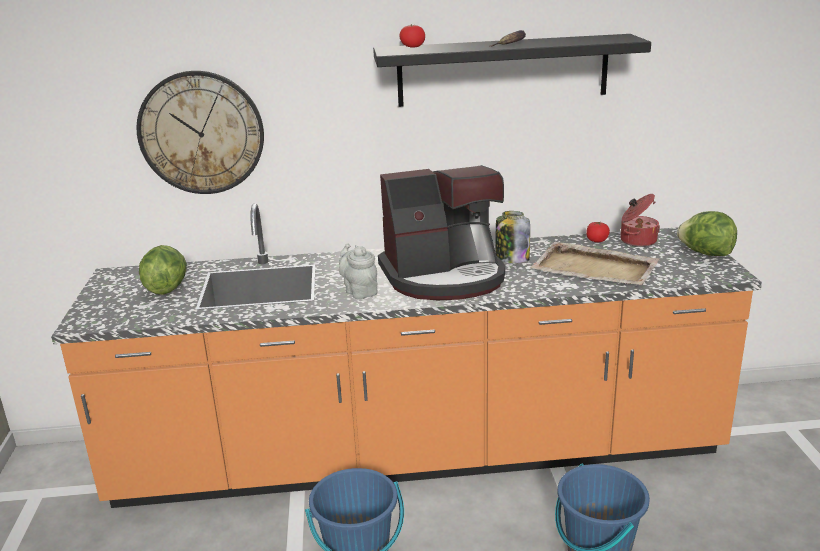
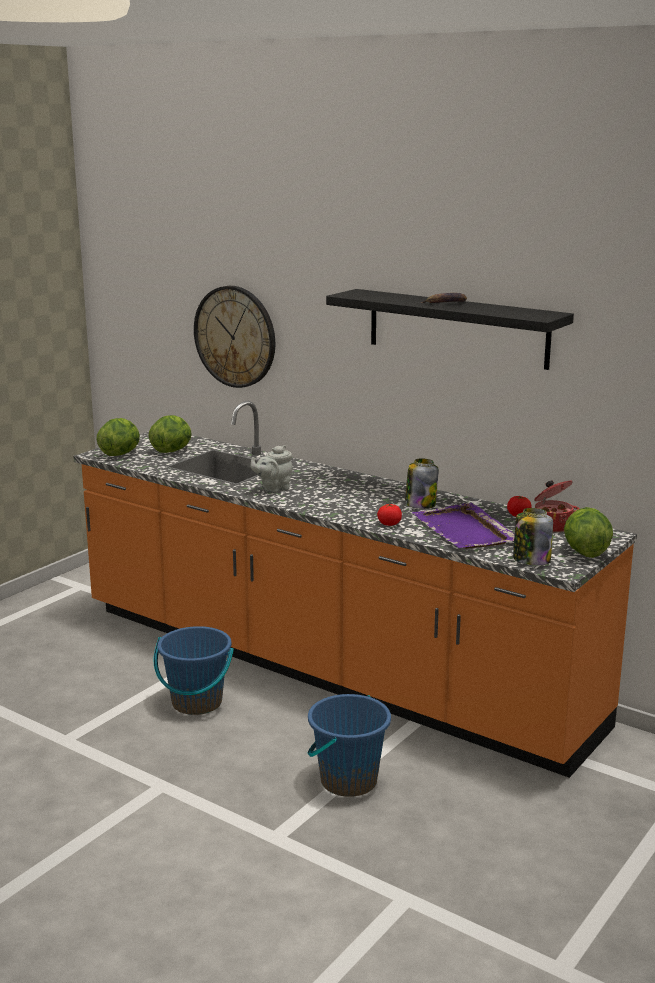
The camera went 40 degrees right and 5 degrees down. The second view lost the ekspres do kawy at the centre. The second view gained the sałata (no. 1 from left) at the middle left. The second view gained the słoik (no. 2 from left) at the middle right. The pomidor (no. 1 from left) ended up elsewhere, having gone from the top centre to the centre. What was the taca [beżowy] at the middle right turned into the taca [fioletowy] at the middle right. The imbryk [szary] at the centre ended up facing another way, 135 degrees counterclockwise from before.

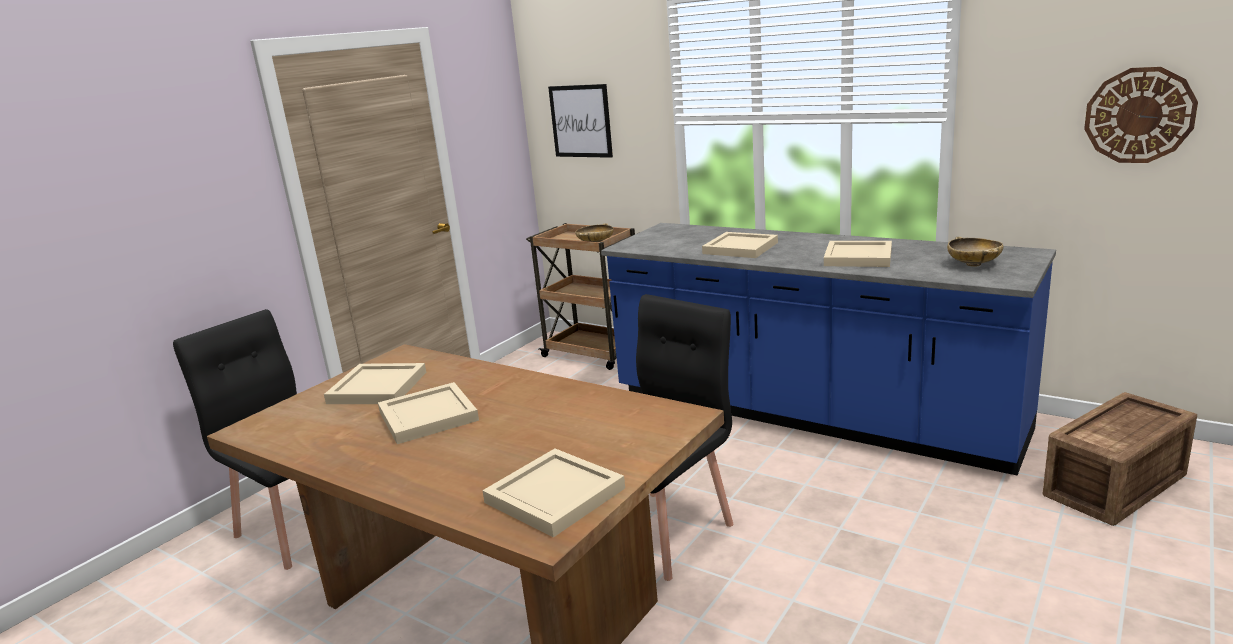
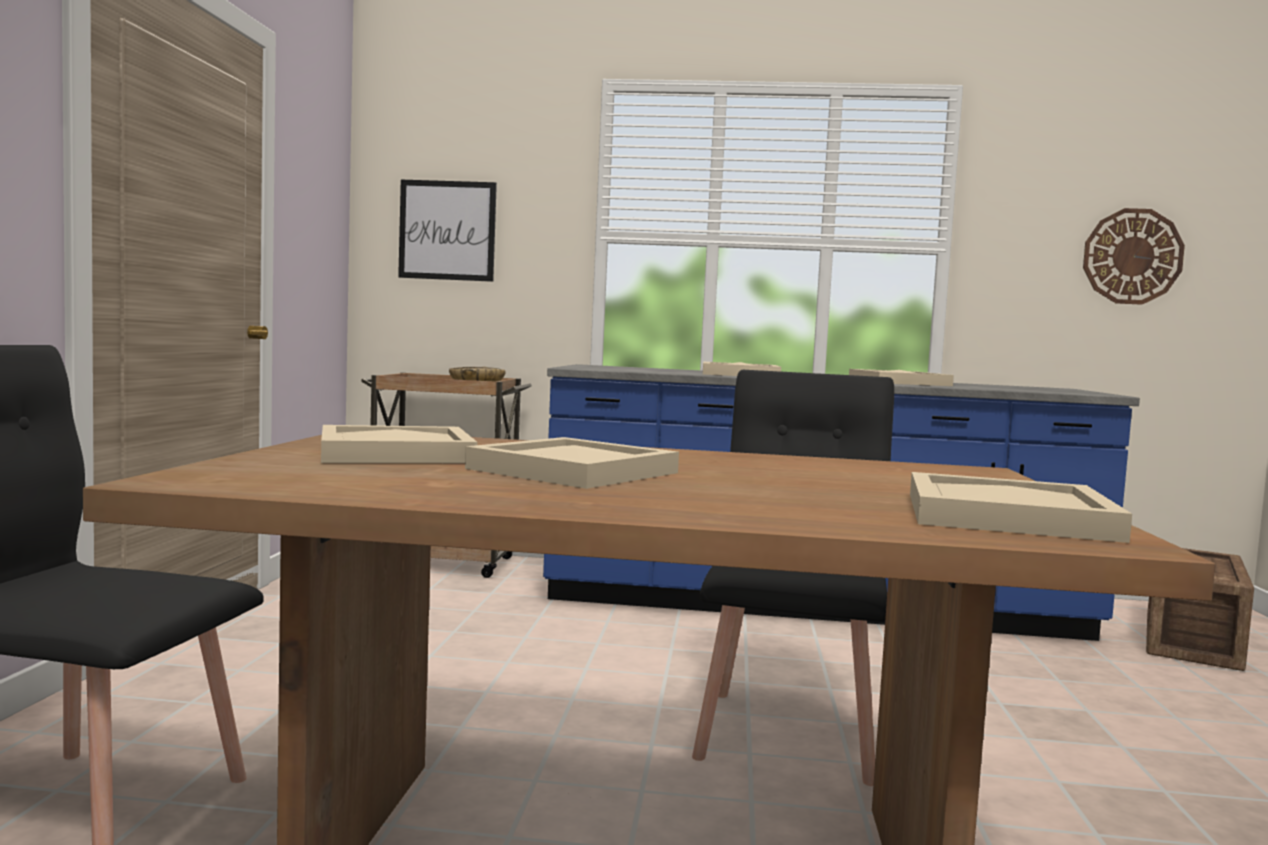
The camera went 30 degrees left and 15 degrees down. The second view lost the miska [beżowy] (no. 2 from left) at the middle right.

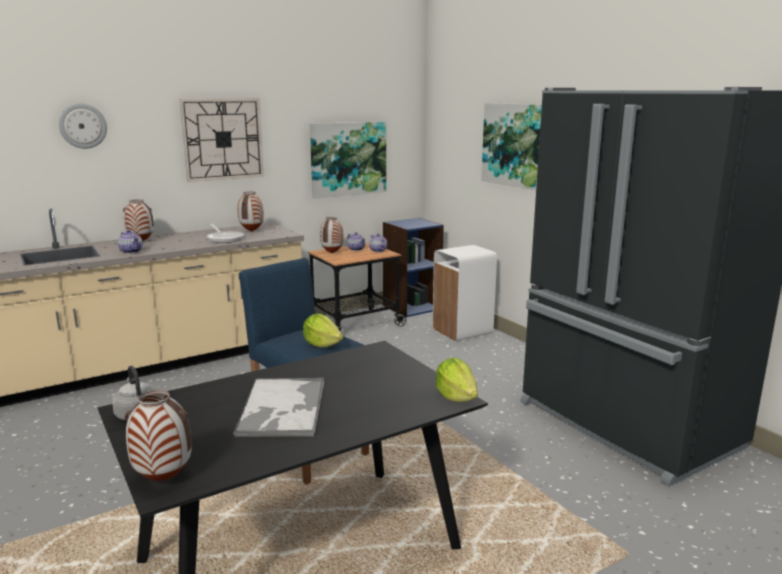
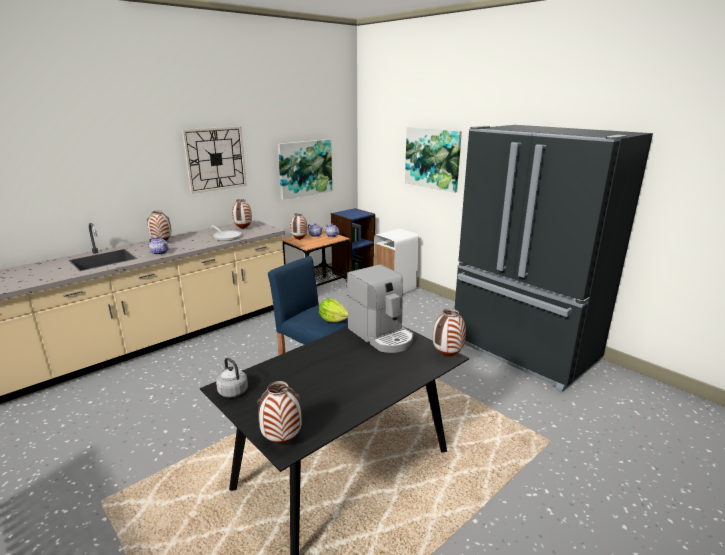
The camera went 10 degrees left and 5 degrees up. The second view lost the zegar ścienny (no. 1 from left) at the top left. The second view lost the taca at the bottom centre. The second view gained the ekspres do kawy at the centre. Where the sałata (no. 2 from left) stood at the centre, the wazon (no. 5 from left) came to stand at the centre.

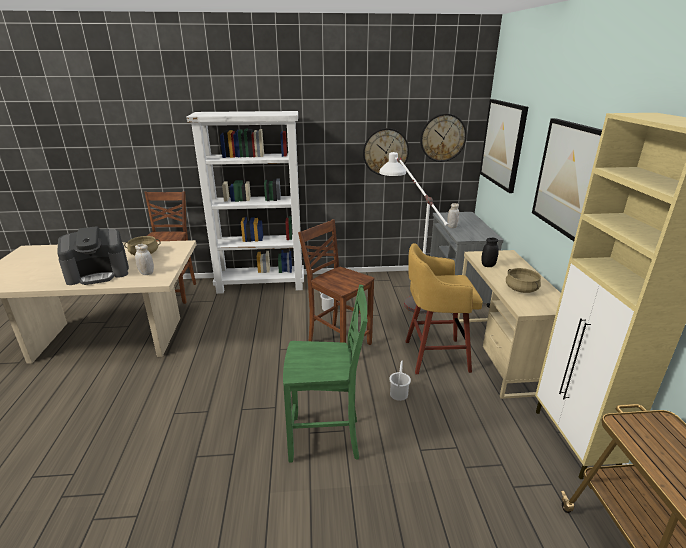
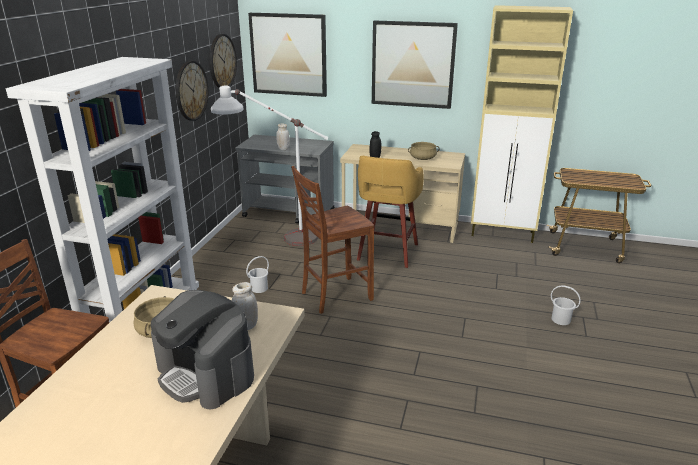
The camera went 70 degrees left and 0 degrees up. The second view lost the krzesło [zielony] at the bottom centre. The wiadro [biały] (no. 2 from left) ended up elsewhere, having gone from the bottom centre to the middle right. The ekspres do kawy at the middle left ended up facing another way, 135 degrees clockwise from before.

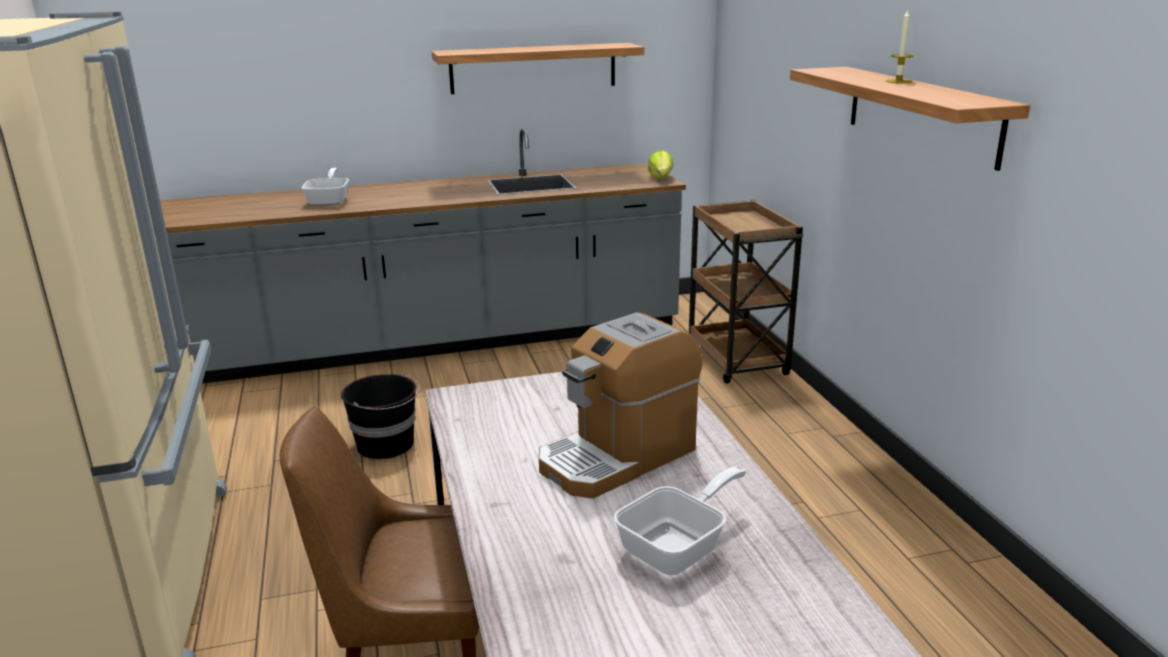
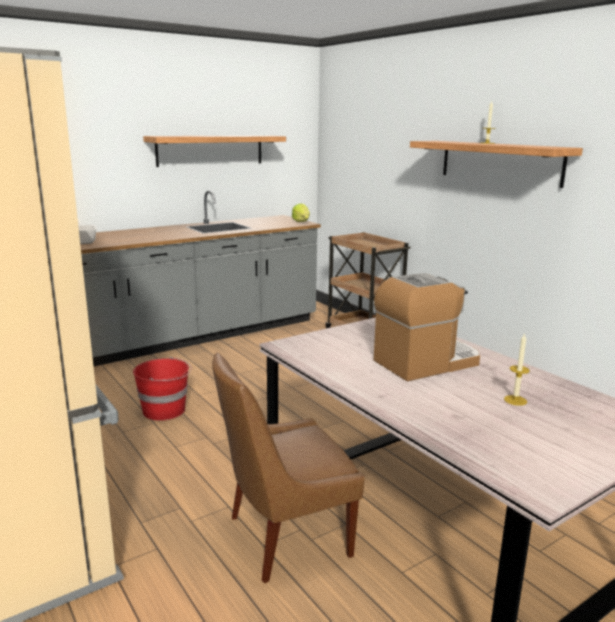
The camera went 20 degrees left and 5 degrees down. Where the patelnia (no. 2 from left) stood at the bottom centre, the świeca (no. 2 from left) came to stand at the middle right. What was the wiadro [czarny] at the middle left turned into the wiadro [czerwony] at the middle left. The ekspres do kawy at the centre ended up facing another way, 150 degrees counterclockwise from before.

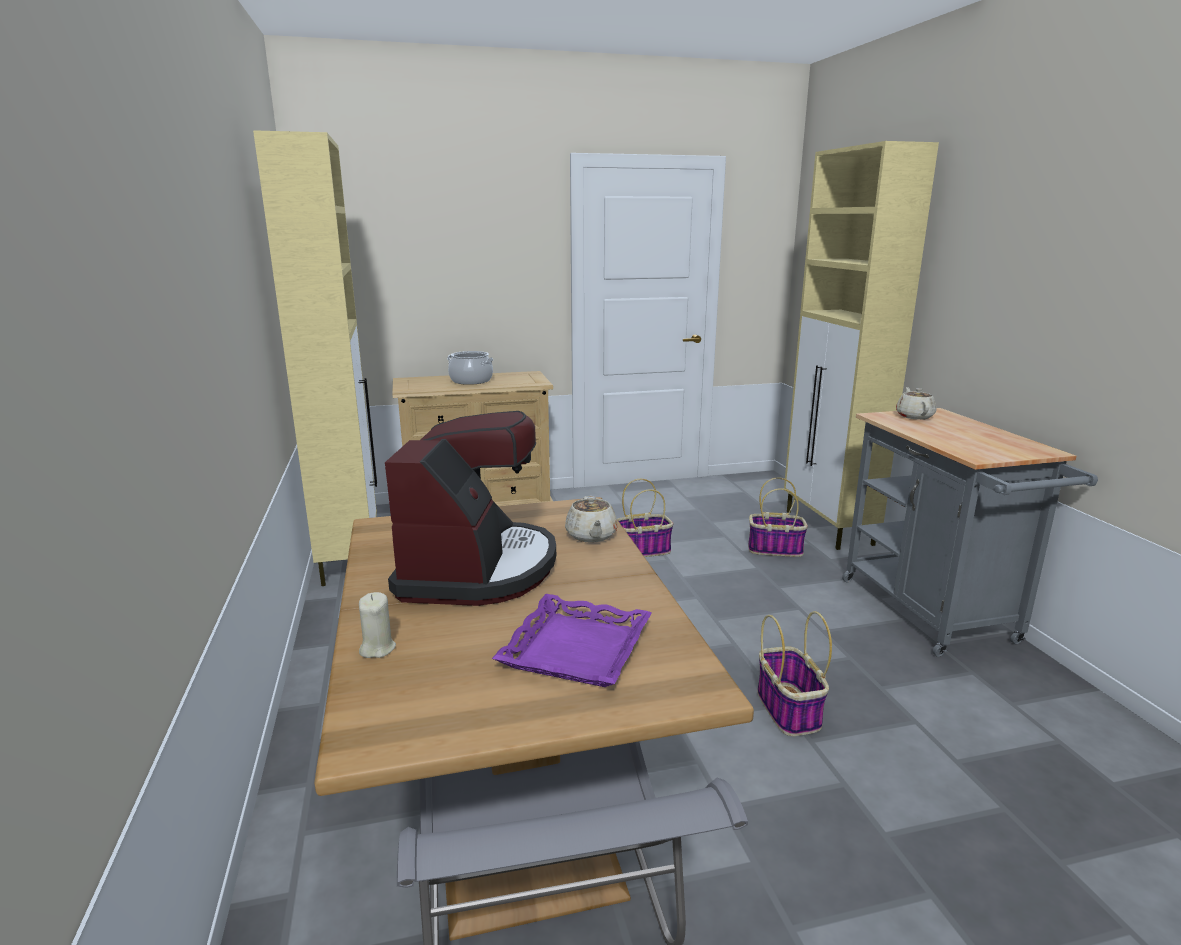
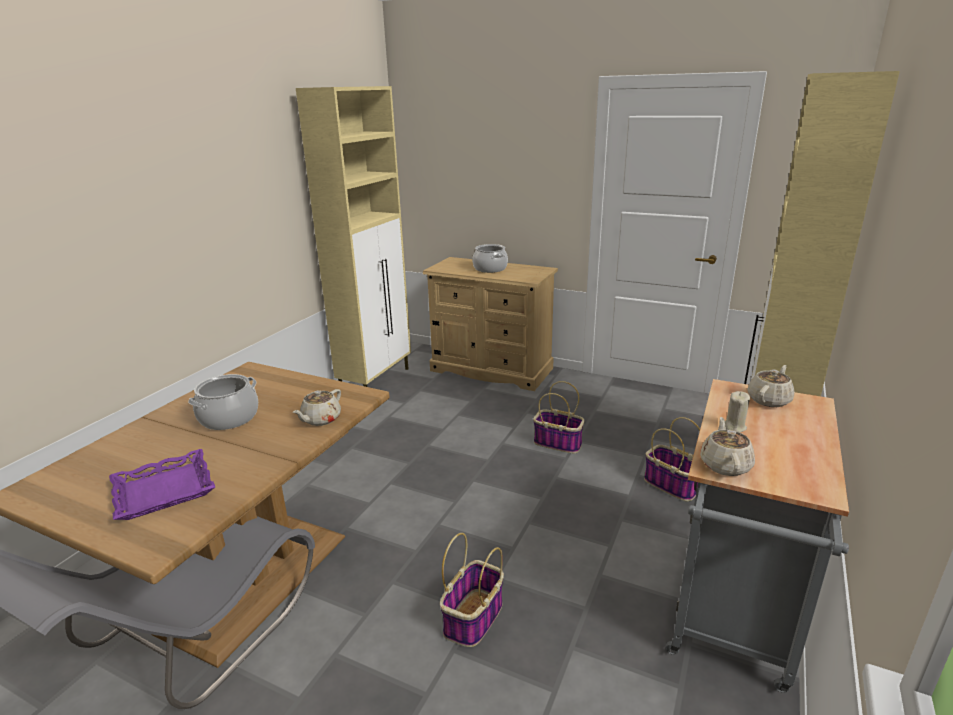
The camera went 40 degrees right and 5 degrees up. The second view gained the imbryk [beżowy] (no. 2 from left) at the middle right. The świeca [beżowy] ended up elsewhere, having gone from the middle left to the middle right. Where the ekspres do kawy stood at the centre, the garnek (no. 1 from left) came to stand at the middle left.

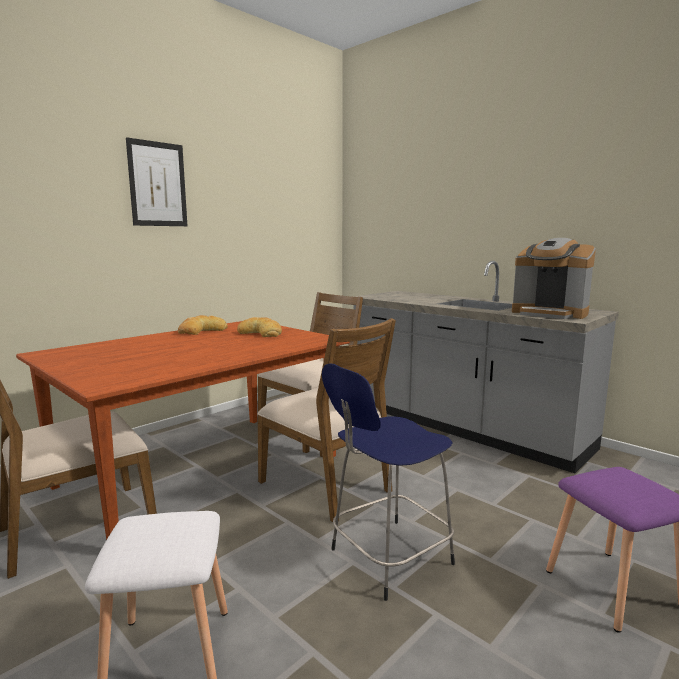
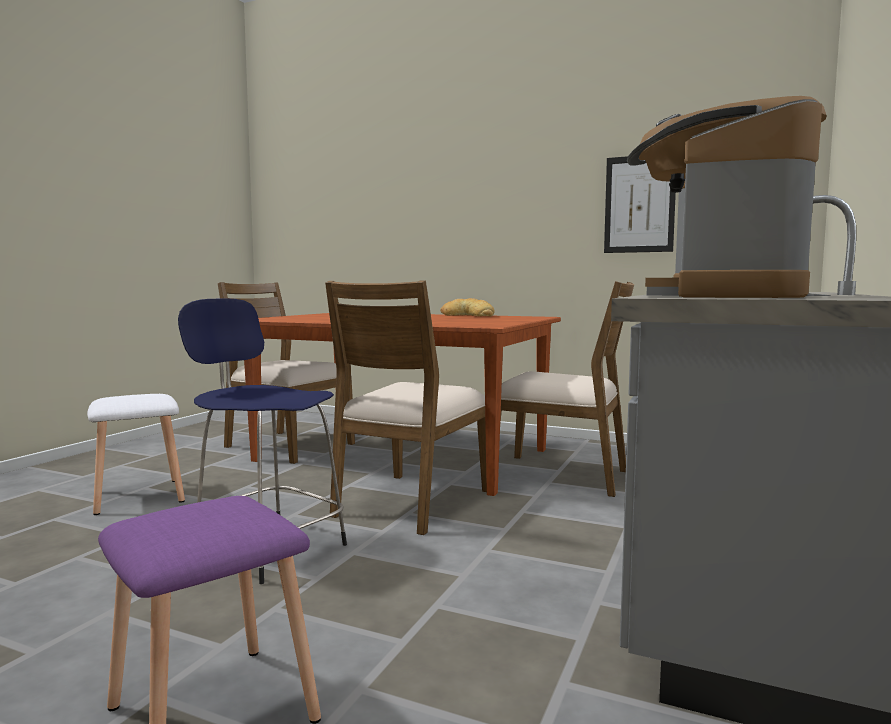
The camera went 70 degrees right and 5 degrees down. The second view lost the chleb (no. 2 from left) at the centre. The obraz ended up elsewhere, having gone from the top left to the top right.

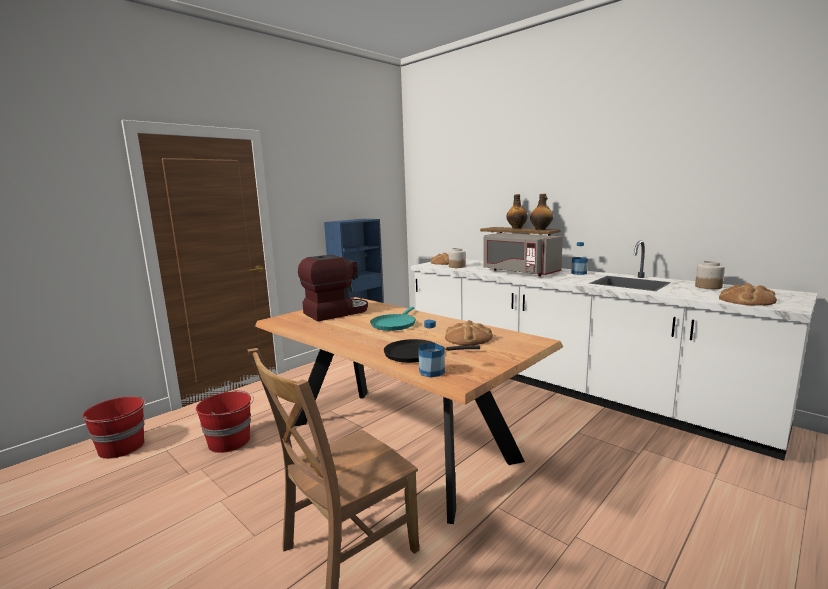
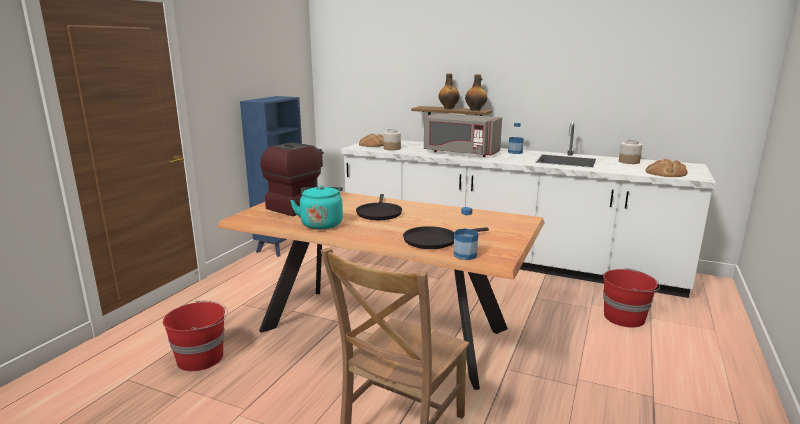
The camera went 20 degrees left and 5 degrees up. The second view lost the chleb (no. 2 from left) at the centre. The second view gained the czajnik [turkusowy] at the centre. The wiadro [czerwony] (no. 1 from left in the first image) ended up elsewhere, having gone from the bottom left to the bottom right. What was the patelnia [turkusowy] at the centre turned into the patelnia [czarny] (no. 1 from left) at the centre.

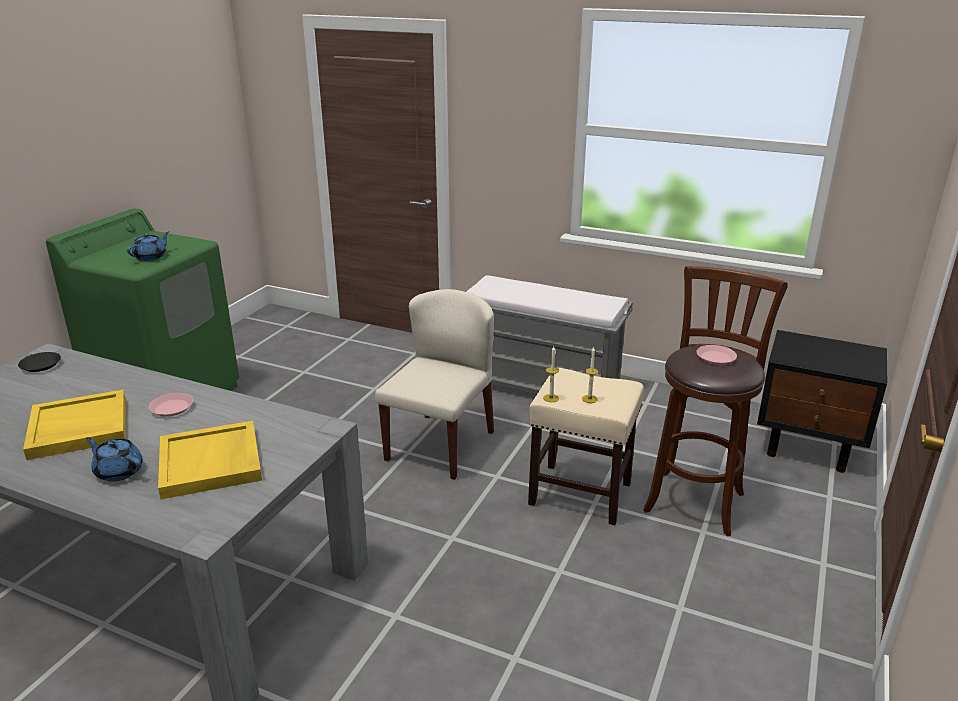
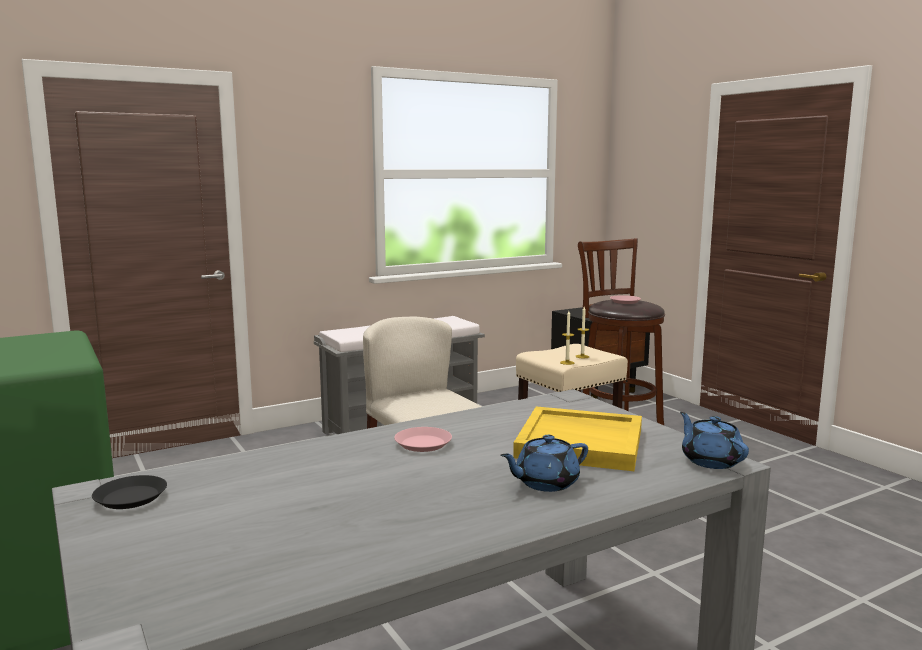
The camera went 55 degrees left and 15 degrees down. The second view lost the taca [żółty] (no. 1 from left) at the middle left. The imbryk [niebieski] (no. 2 from left) ended up elsewhere, having gone from the middle left to the bottom right.

